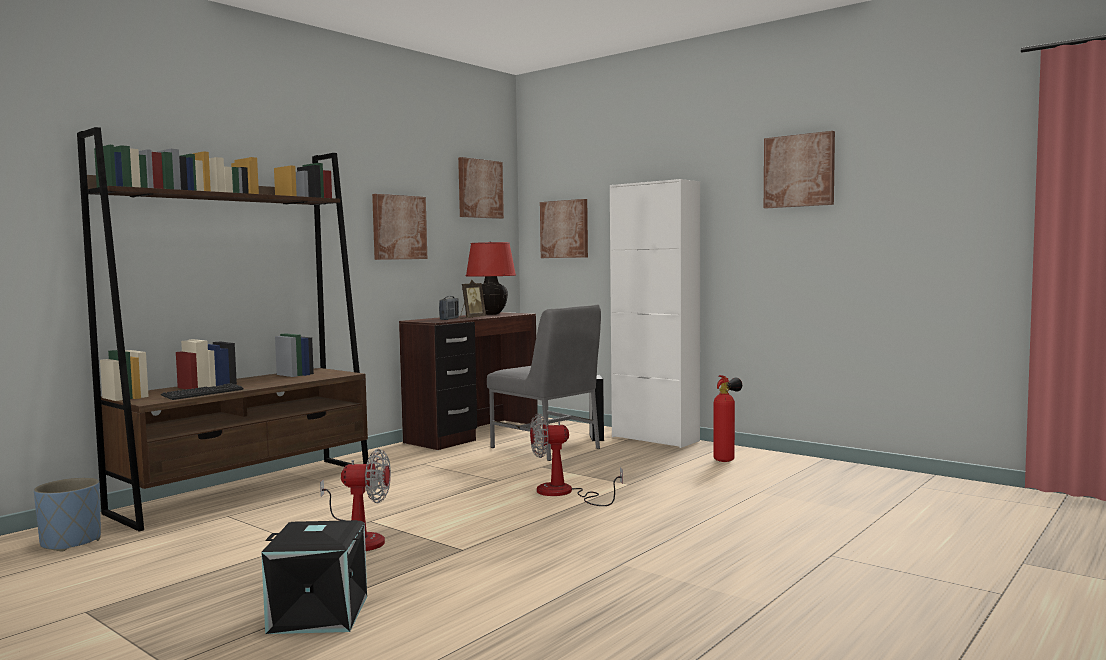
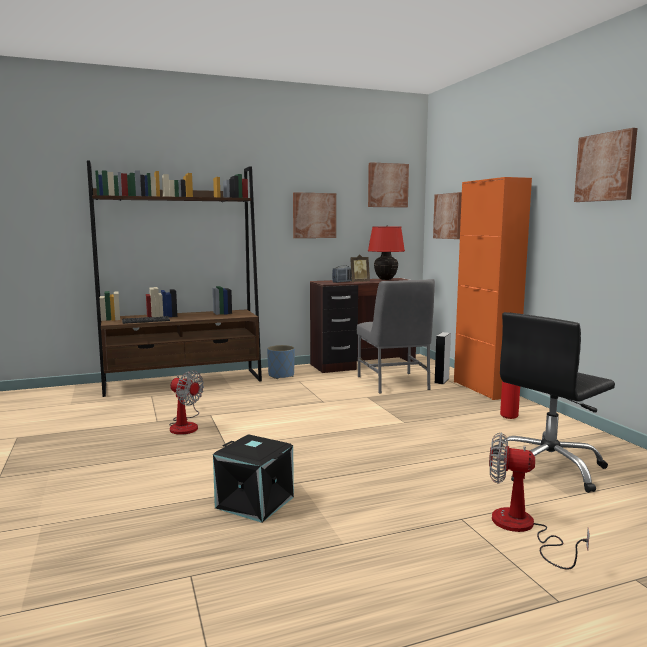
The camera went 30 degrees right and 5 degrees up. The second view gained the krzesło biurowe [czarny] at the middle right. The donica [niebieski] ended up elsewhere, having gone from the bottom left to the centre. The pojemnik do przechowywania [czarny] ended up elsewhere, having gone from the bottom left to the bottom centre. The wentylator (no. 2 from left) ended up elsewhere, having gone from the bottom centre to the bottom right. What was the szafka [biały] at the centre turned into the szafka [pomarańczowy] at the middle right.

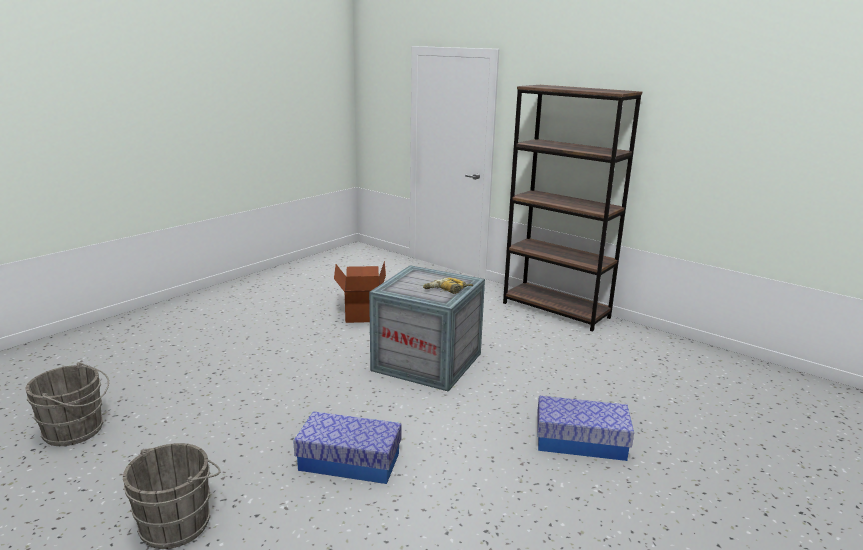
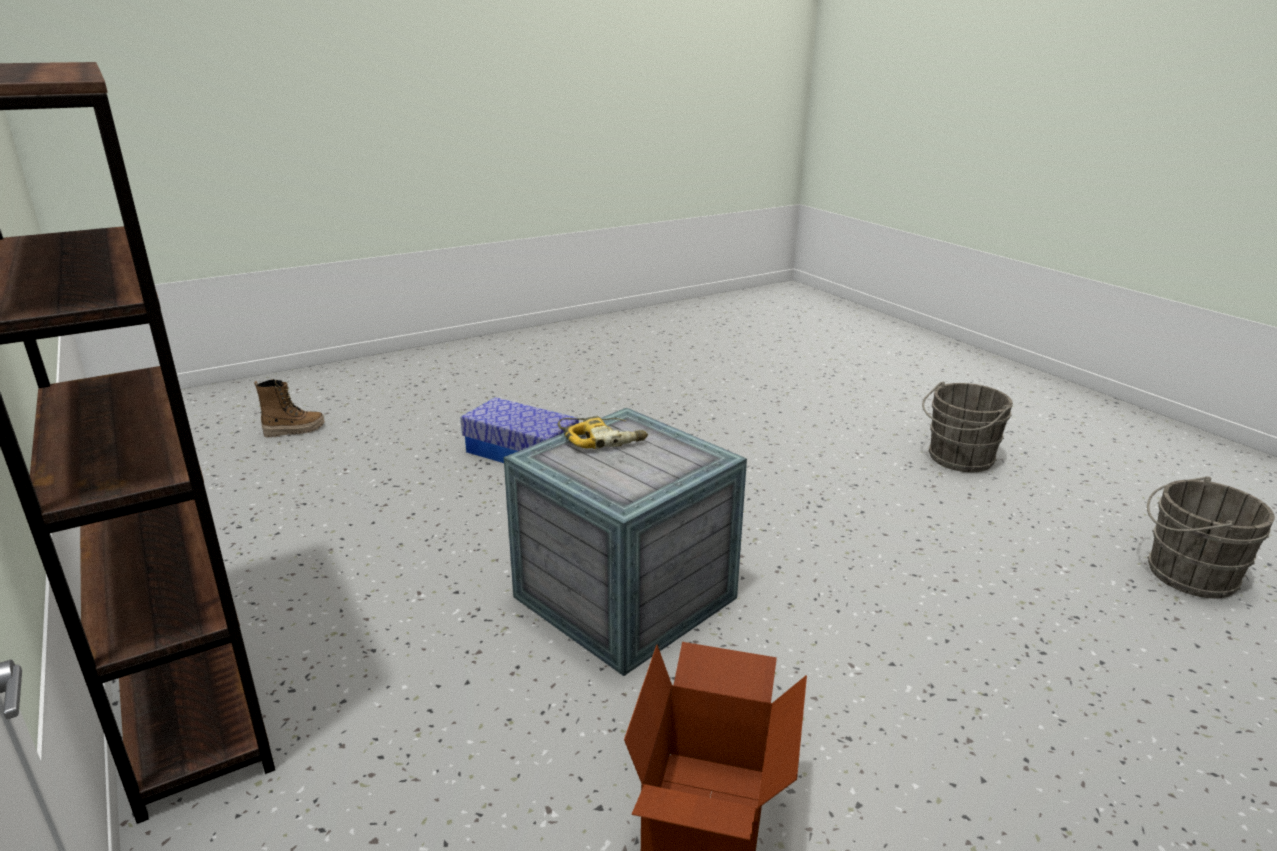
The camera went 160 degrees left and 5 degrees up. The second view lost the pojemnik do przechowywania (no. 1 from left) at the bottom centre. The second view gained the but z cholewką at the middle left.

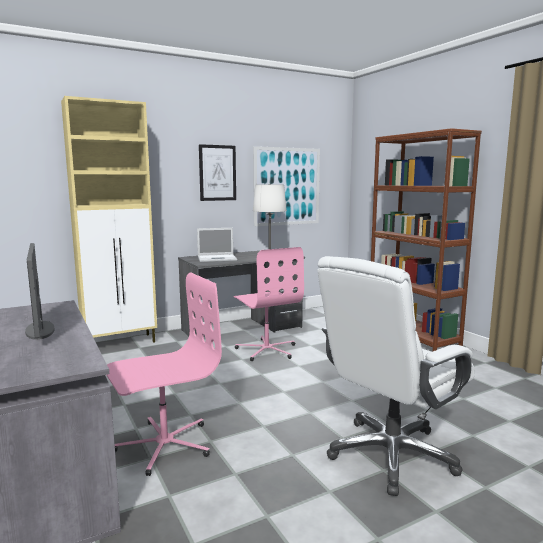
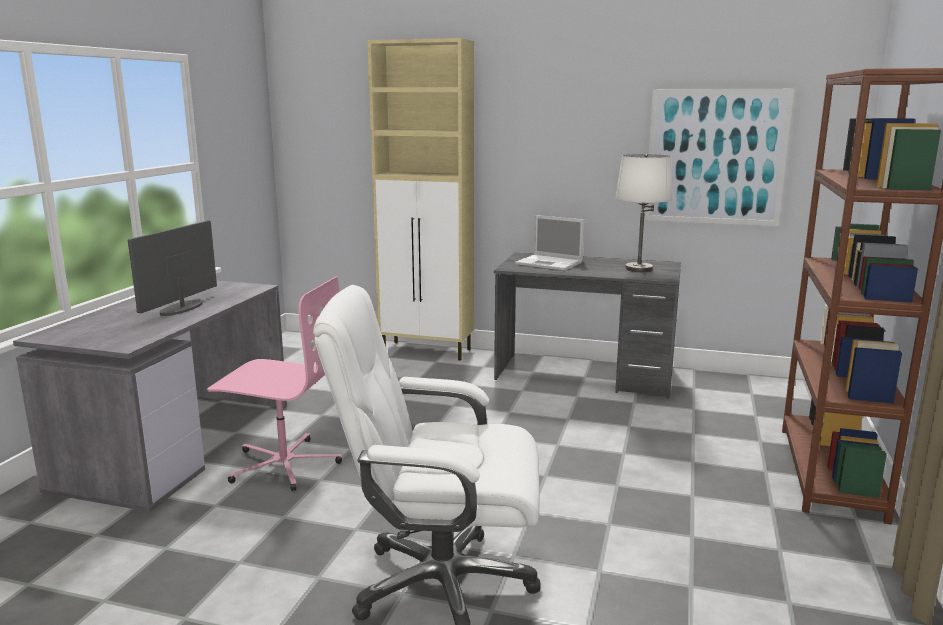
The camera went 45 degrees right and 5 degrees up. The second view lost the obraz (no. 1 from left) at the top centre. The second view lost the krzesło biurowe [różowy] (no. 2 from left) at the centre.

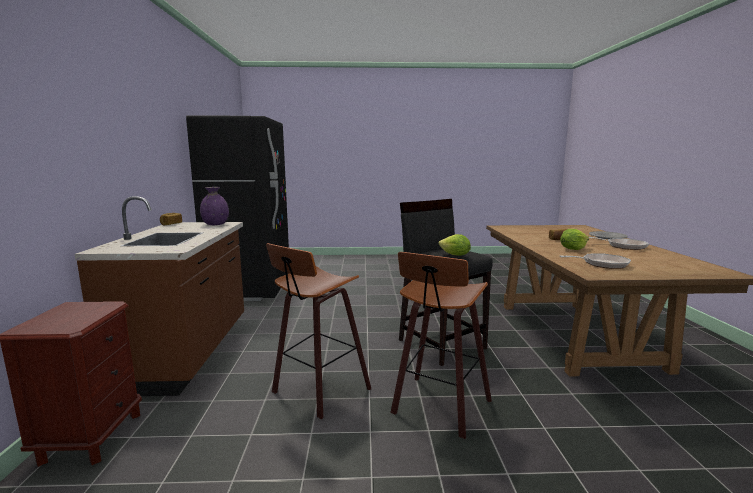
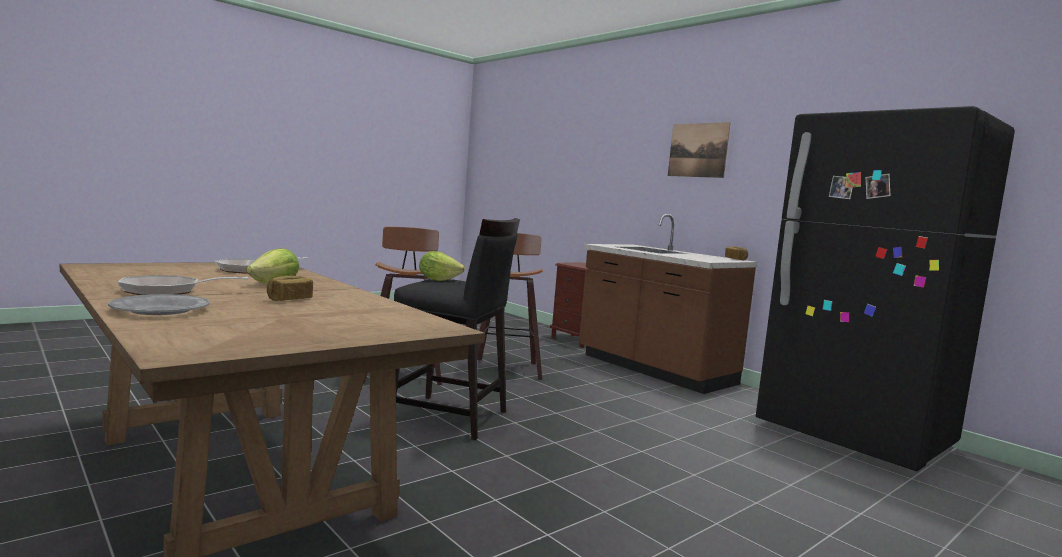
The camera went 140 degrees right and 5 degrees down. The second view lost the wazon [fioletowy] at the middle left. The second view gained the obraz at the top centre.

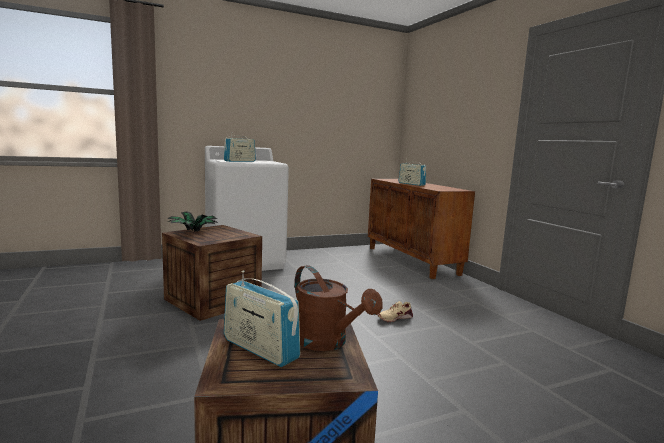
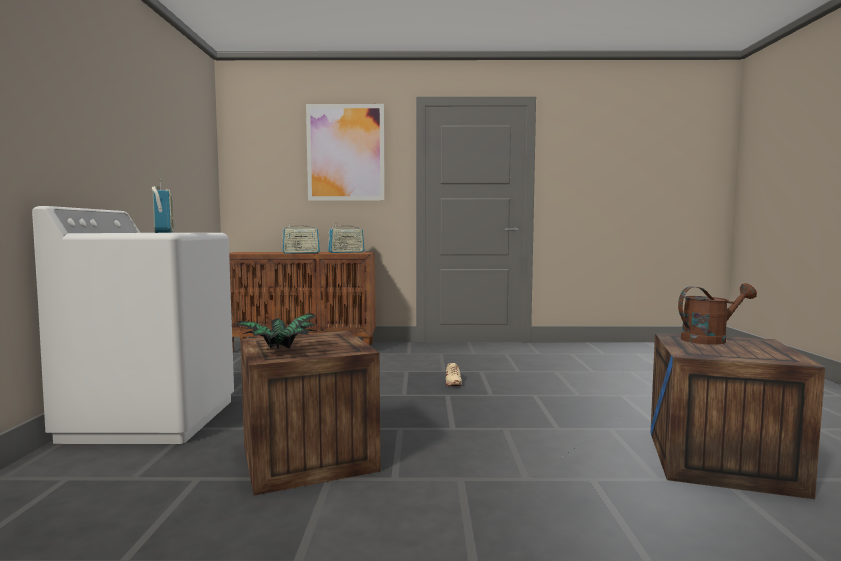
The camera went 65 degrees left and 5 degrees down. The second view gained the obraz at the top centre. The radio (no. 2 from left in the first image) ended up elsewhere, having gone from the bottom centre to the centre.

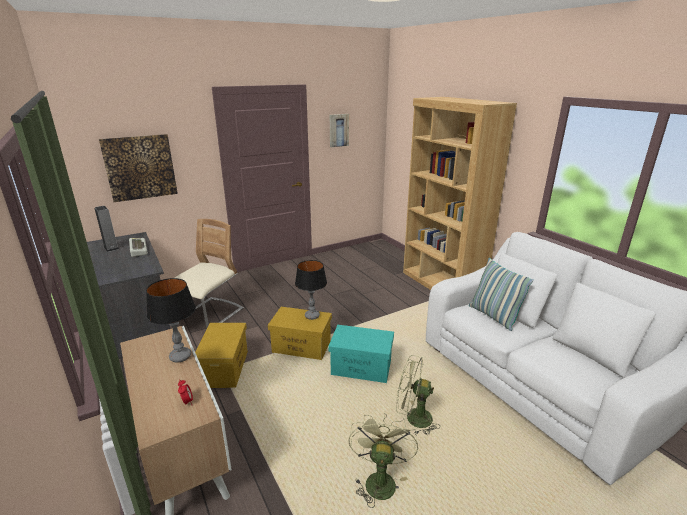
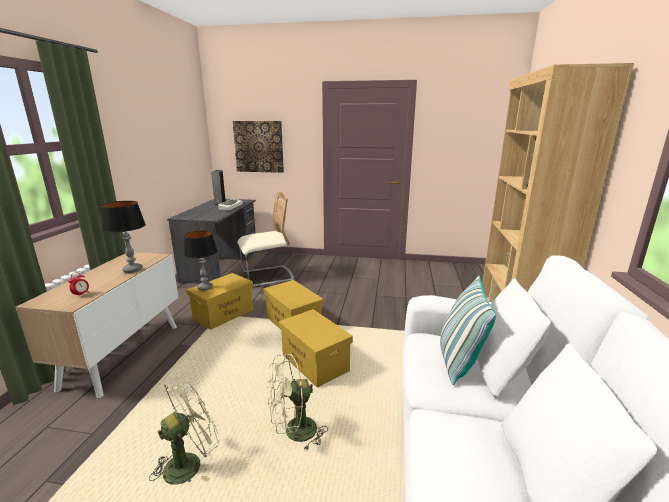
The camera went 40 degrees right and 5 degrees down. The second view lost the obraz (no. 2 from left) at the top centre. The lampa stołowa (no. 2 from left) ended up elsewhere, having gone from the centre to the middle left. What was the pojemnik do przechowywania [turkusowy] at the bottom centre turned into the pojemnik do przechowywania [żółty] (no. 3 from left) at the bottom centre. The wentylator [zielony] (no. 2 from left) at the bottom centre ended up facing another way, 75 degrees counterclockwise from before.

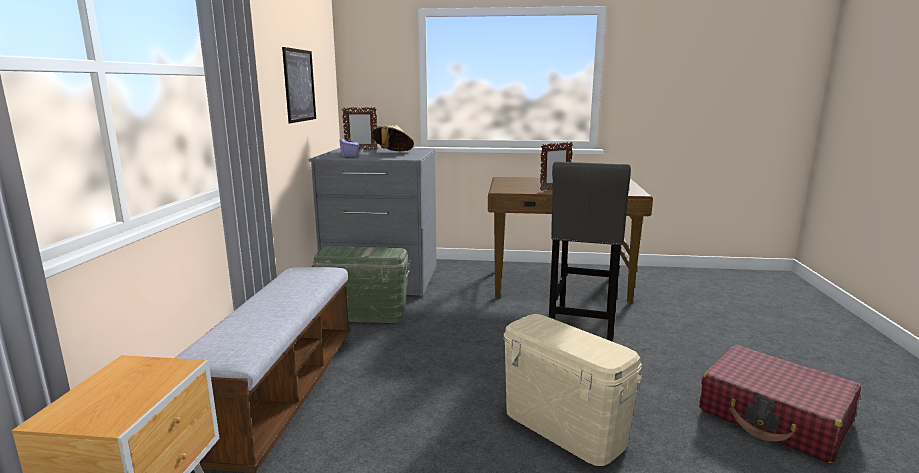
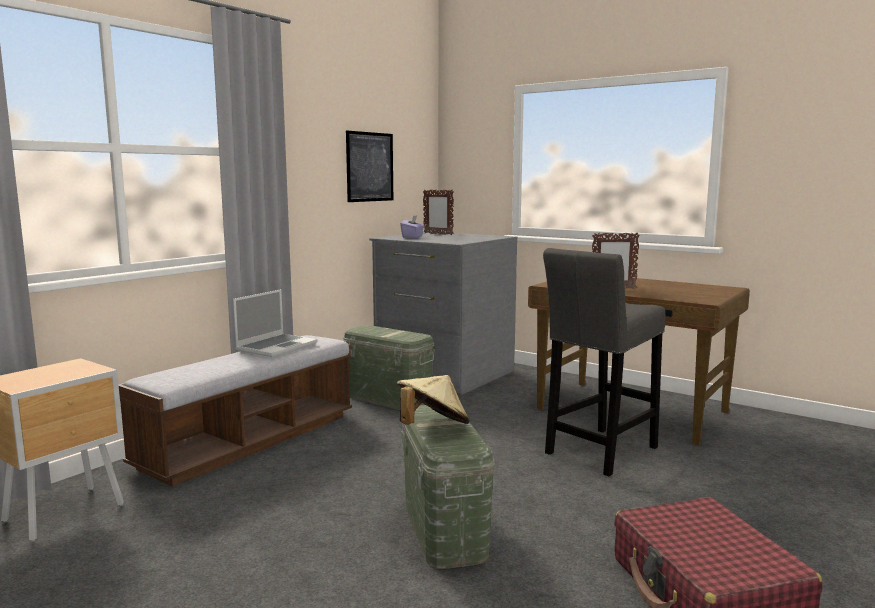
The camera went 30 degrees right and 5 degrees down. The second view gained the laptop at the middle left. The kapelusz [beżowy] ended up elsewhere, having gone from the top centre to the centre. What was the pojemnik do przechowywania [beżowy] at the bottom centre turned into the pojemnik do przechowywania [zielony] (no. 2 from left) at the bottom centre.

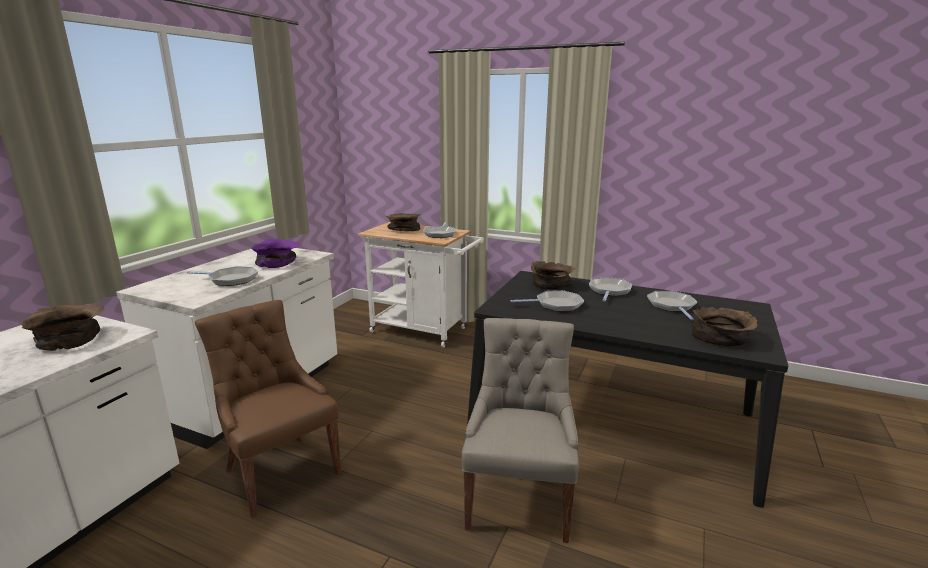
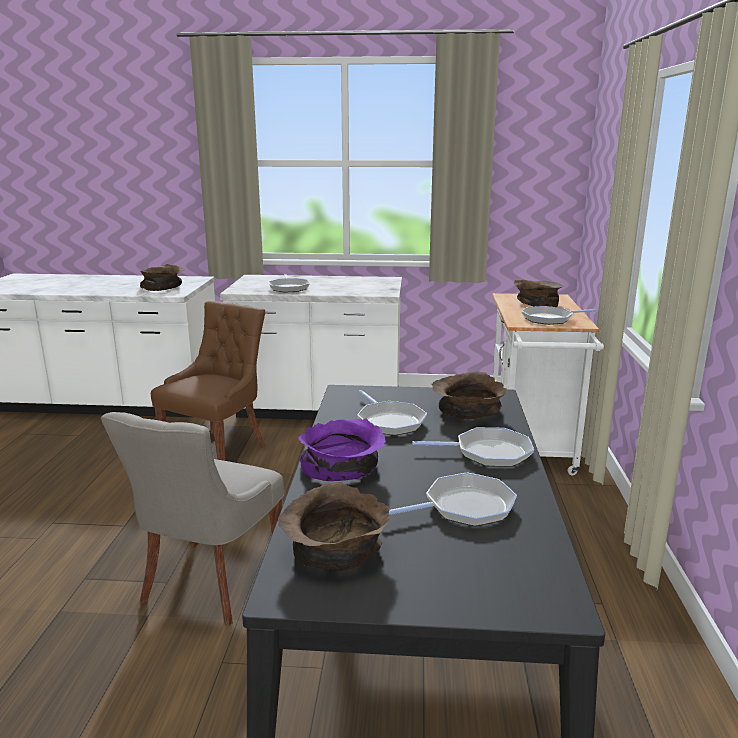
The camera went 70 degrees right and 0 degrees up. The miska [fioletowy] ended up elsewhere, having gone from the middle left to the centre. The krzesło [szary] at the bottom centre ended up facing another way, 120 degrees clockwise from before.

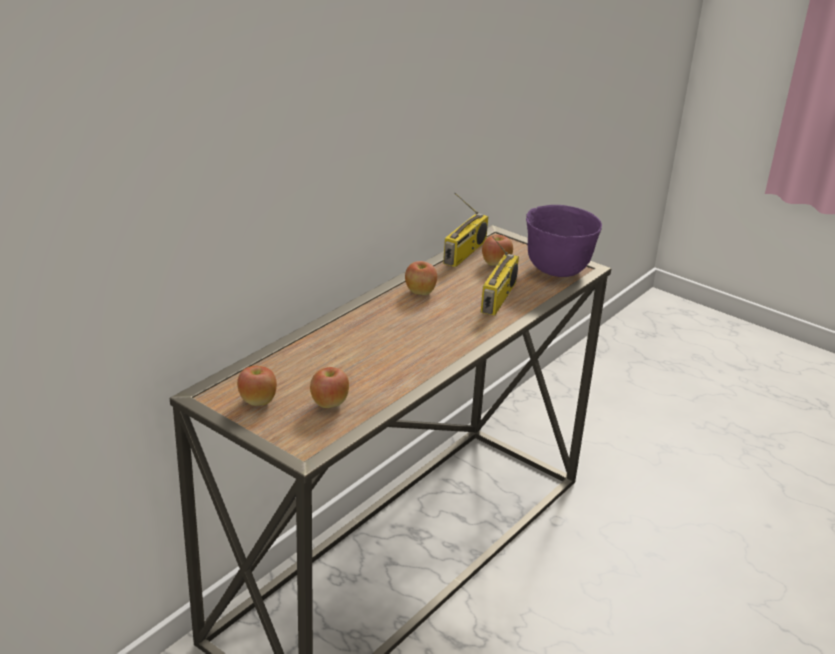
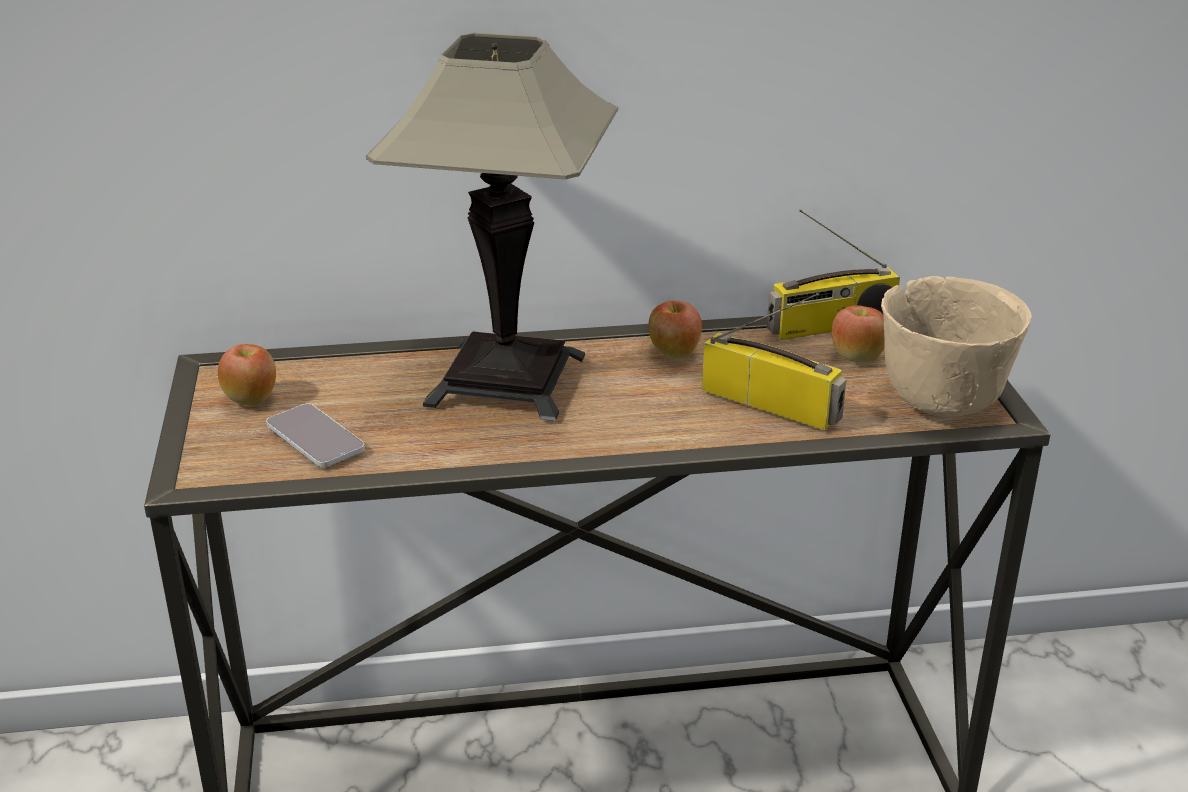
The camera went 45 degrees right and 0 degrees up. The second view gained the lampa stołowa at the top centre. Where the jabłko (no. 2 from left) stood at the centre, the telefon came to stand at the middle left. What was the miska [fioletowy] at the middle right turned into the miska [beżowy] at the middle right. The radio (no. 2 from left in the first image) at the centre ended up facing another way, 120 degrees counterclockwise from before.

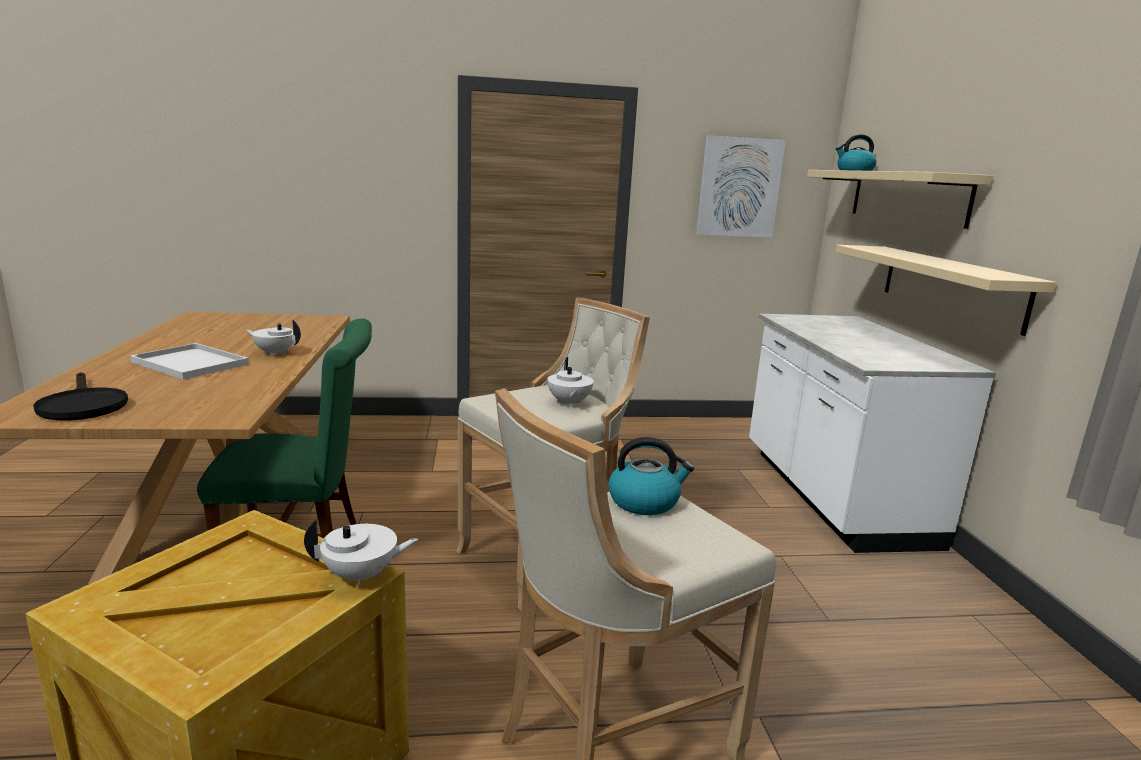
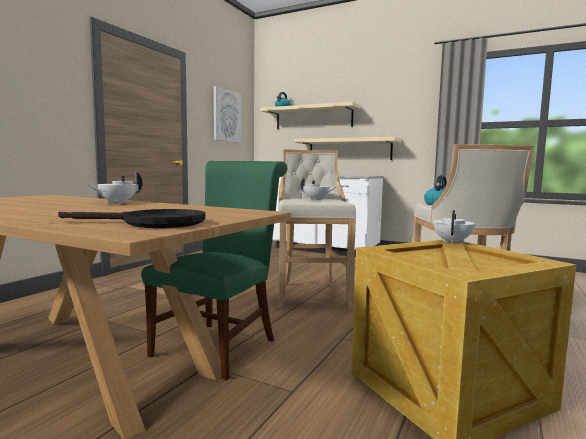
The camera went 55 degrees left and 10 degrees down. The second view lost the taca [biały] at the middle left.

